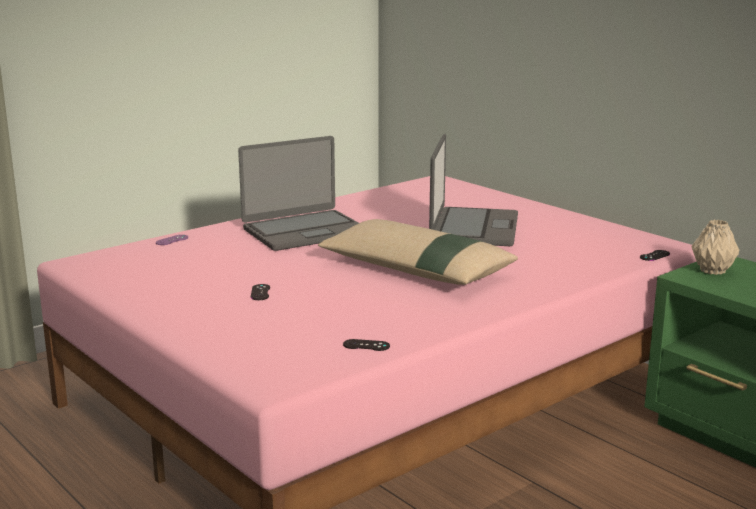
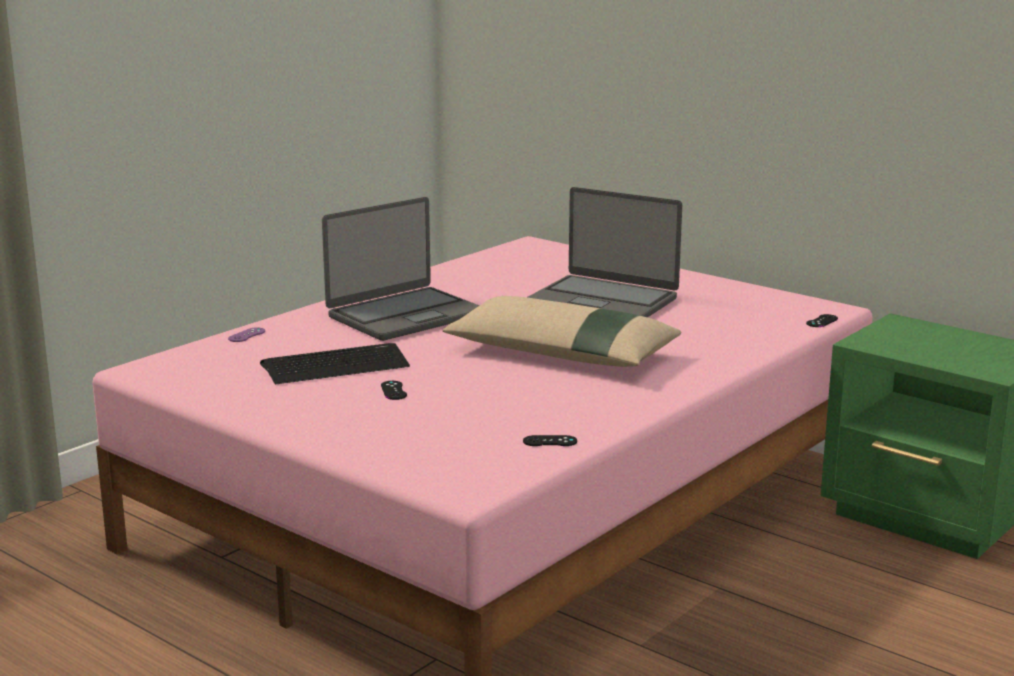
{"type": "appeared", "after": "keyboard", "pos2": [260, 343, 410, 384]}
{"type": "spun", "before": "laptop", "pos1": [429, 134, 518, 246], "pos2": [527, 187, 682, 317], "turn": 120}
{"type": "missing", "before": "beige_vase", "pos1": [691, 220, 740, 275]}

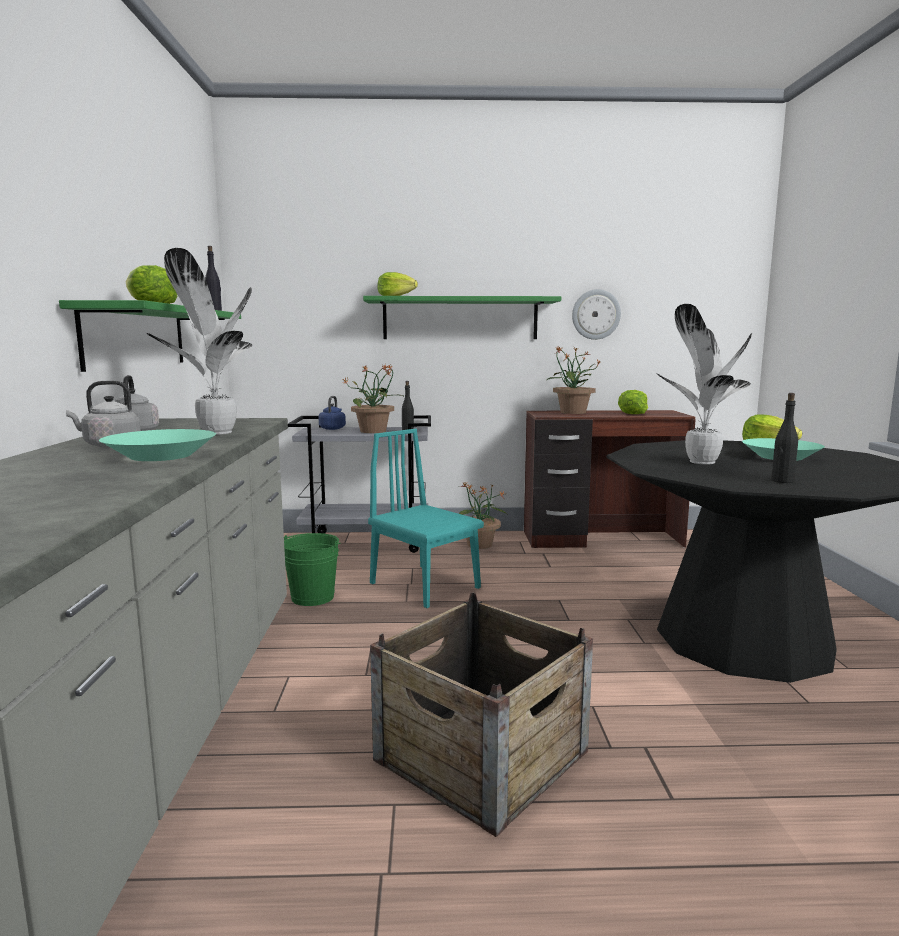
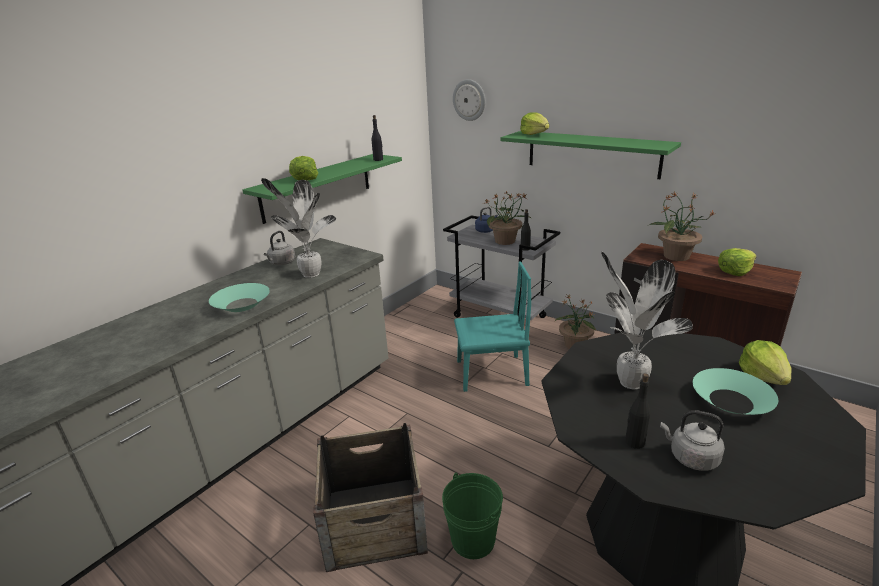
{"type": "relocated", "before": "green_bucket", "pos1": [284, 533, 341, 606], "pos2": [442, 473, 503, 559]}
{"type": "relocated", "before": "wall_clock", "pos1": [572, 289, 621, 340], "pos2": [453, 79, 485, 121]}
{"type": "spun", "before": "turquoise_chair", "pos1": [368, 429, 484, 608], "pos2": [454, 261, 531, 392], "turn": 90}
{"type": "relocated", "before": "grey_kettle", "pos1": [66, 381, 141, 448], "pos2": [660, 410, 725, 471]}

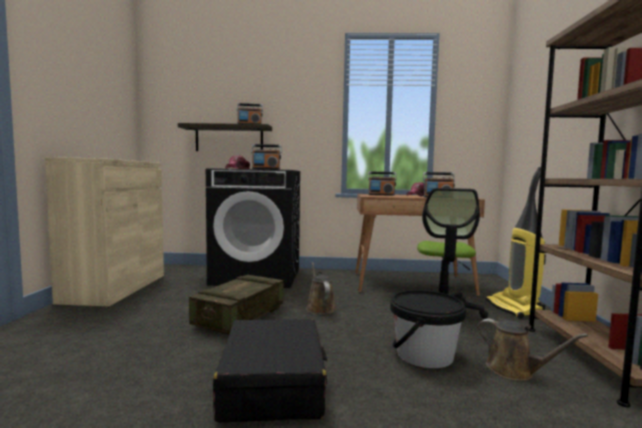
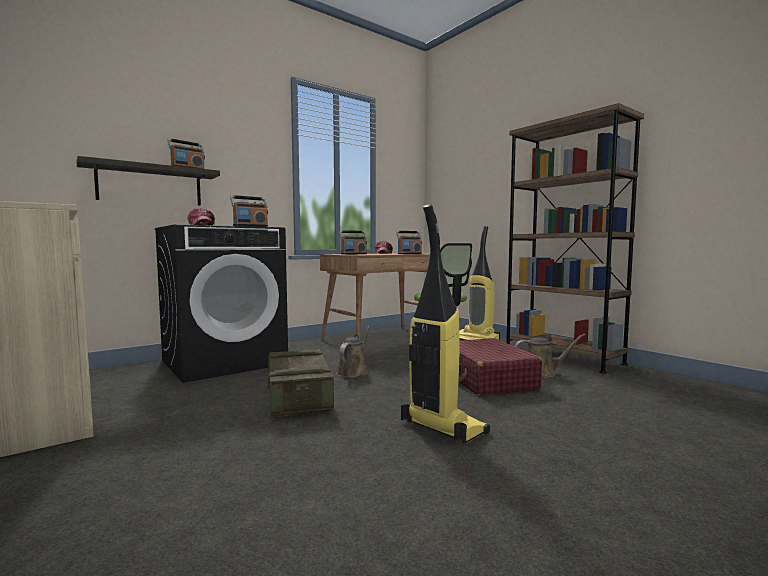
{"type": "spun", "before": "brown_watering_can", "pos1": [306, 262, 336, 315], "pos2": [336, 326, 370, 378], "turn": 75}
{"type": "exchanged", "before": "black_suitcase", "after": "vacuum_cleaner", "pos1": [213, 319, 327, 422], "pos2": [401, 204, 490, 444]}
{"type": "exchanged", "before": "black_bucket", "after": "red_suitcase", "pos1": [390, 290, 466, 368], "pos2": [458, 338, 542, 396]}

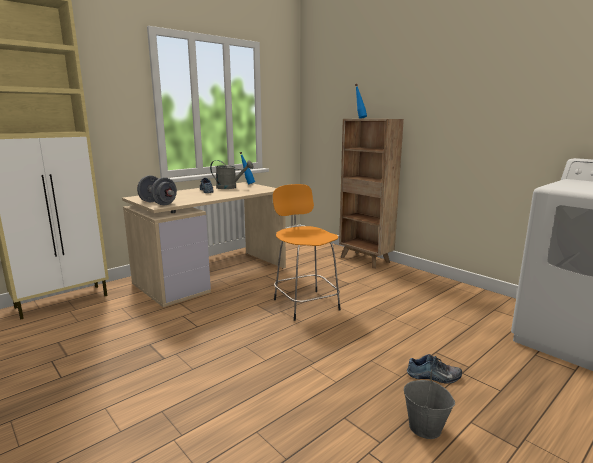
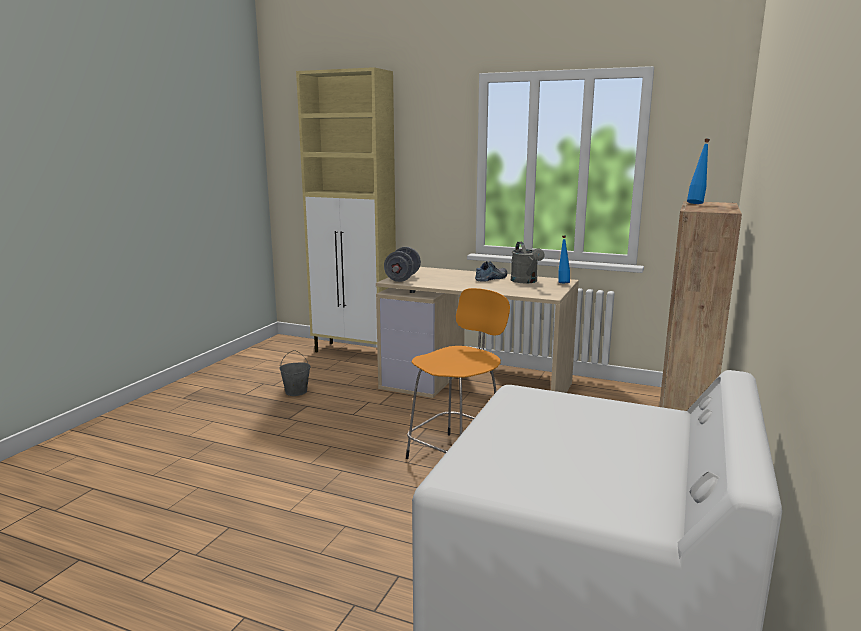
{"type": "relocated", "before": "grey_bucket", "pos1": [404, 370, 455, 439], "pos2": [280, 350, 310, 396]}
{"type": "missing", "before": "shoe", "pos1": [407, 354, 462, 383]}

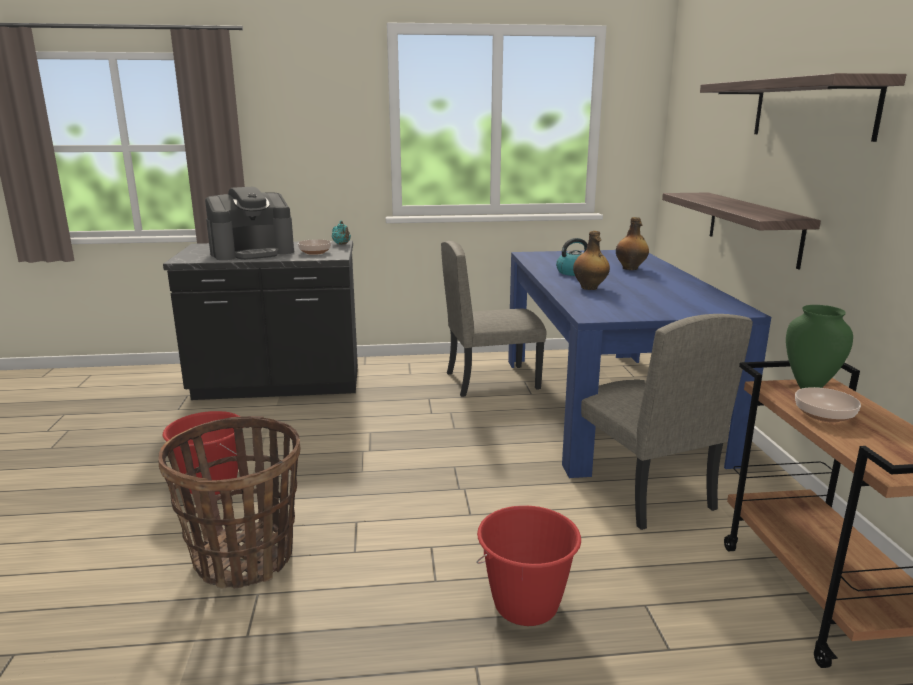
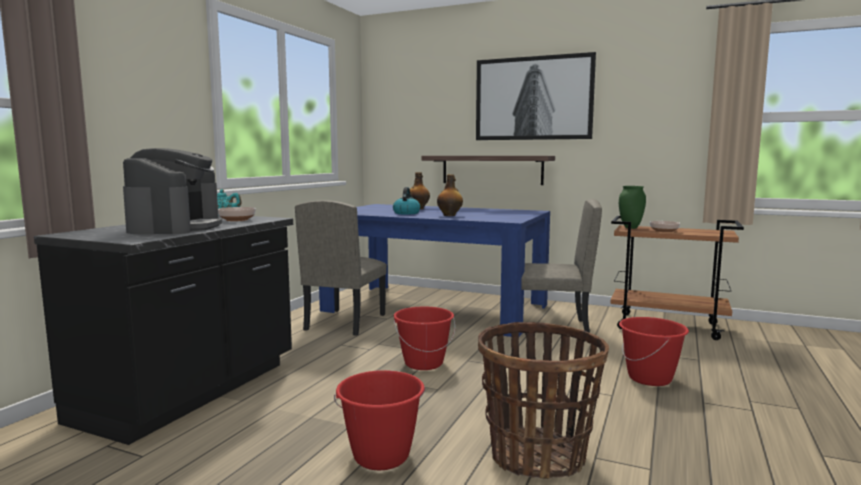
{"type": "appeared", "after": "red_bucket", "pos2": [394, 307, 455, 370]}
{"type": "exchanged", "before": "shelf", "after": "picture", "pos1": [700, 73, 906, 142], "pos2": [476, 52, 596, 140]}

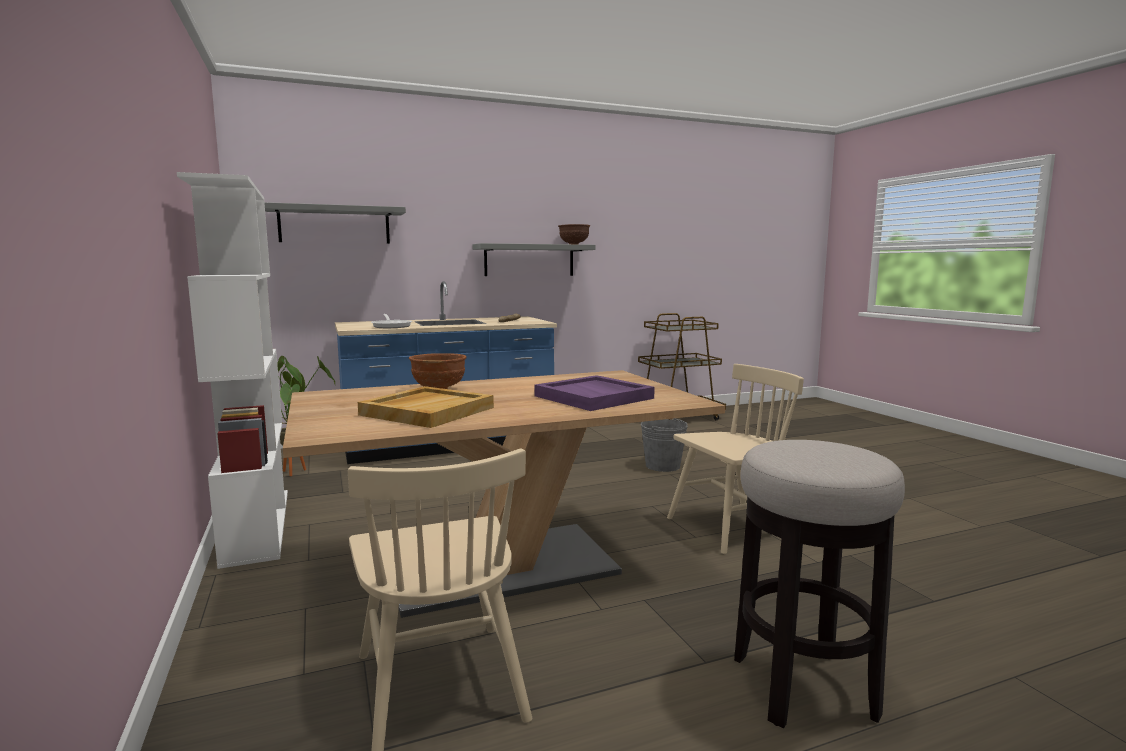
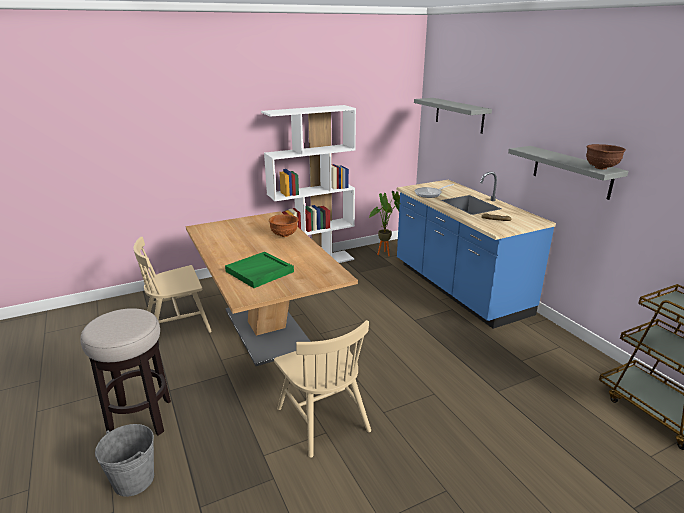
{"type": "relocated", "before": "grey_bucket", "pos1": [641, 418, 688, 472], "pos2": [95, 424, 154, 497]}
{"type": "colour", "before": "purple_tray", "after": "green_tray", "pos1": [534, 375, 655, 411], "pos2": [225, 252, 294, 288]}
{"type": "missing", "before": "beige_tray", "pos1": [358, 386, 494, 428]}

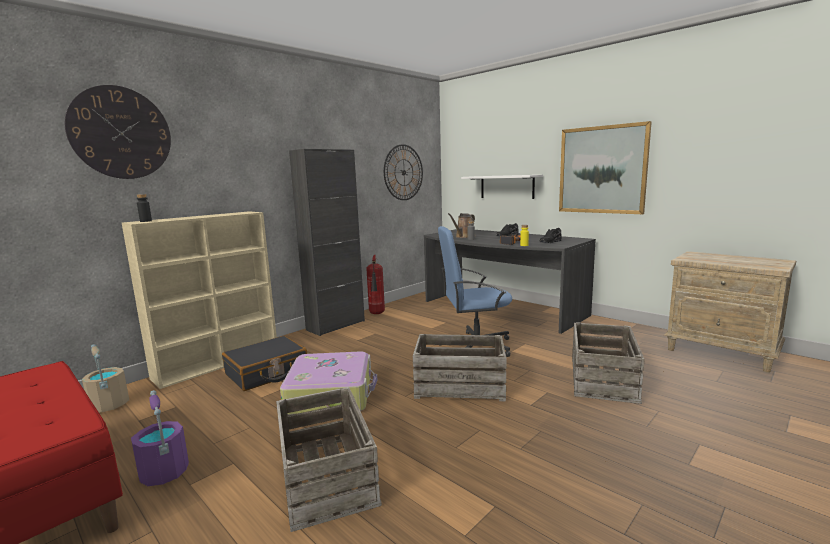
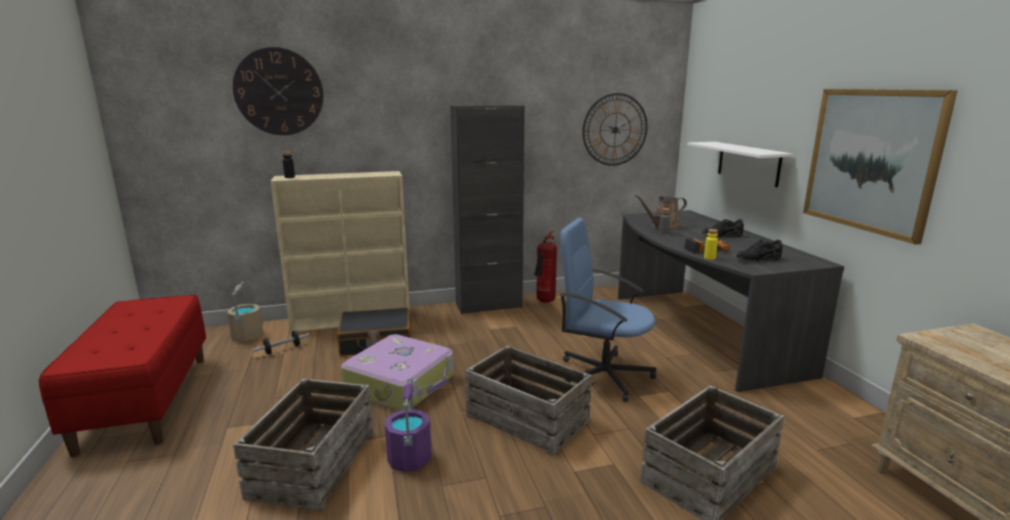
{"type": "appeared", "after": "dumbbell", "pos2": [253, 331, 309, 355]}
{"type": "relocated", "before": "purple_bucket", "pos1": [131, 390, 189, 486], "pos2": [385, 377, 432, 472]}

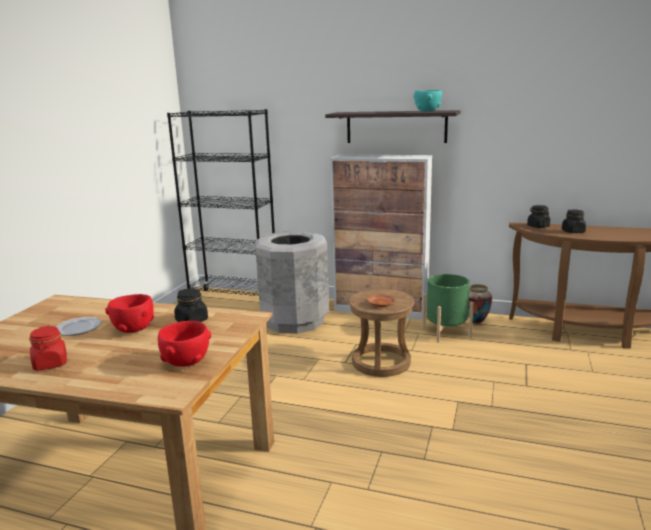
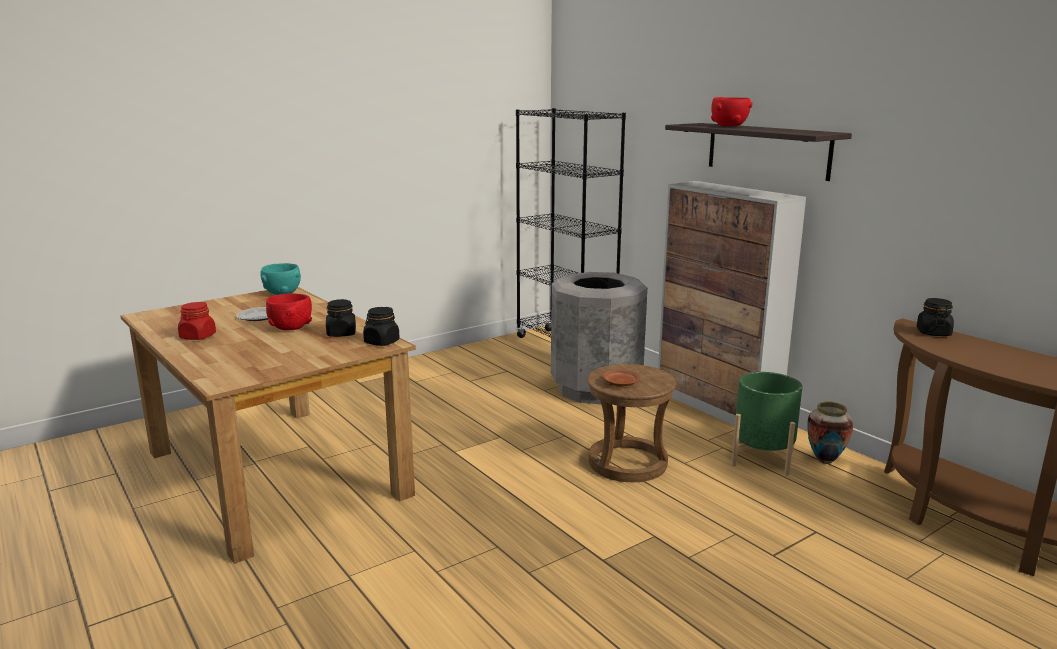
{"type": "relocated", "before": "turquoise_bowl", "pos1": [413, 90, 442, 112], "pos2": [260, 263, 301, 295]}
{"type": "relocated", "before": "black_jar", "pos1": [562, 210, 586, 233], "pos2": [363, 307, 400, 346]}
{"type": "relocated", "before": "red_bowl", "pos1": [158, 321, 211, 367], "pos2": [711, 97, 752, 126]}

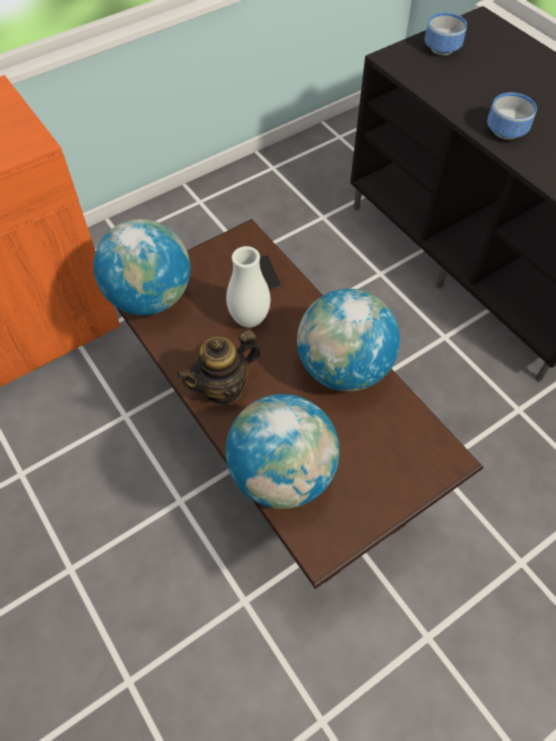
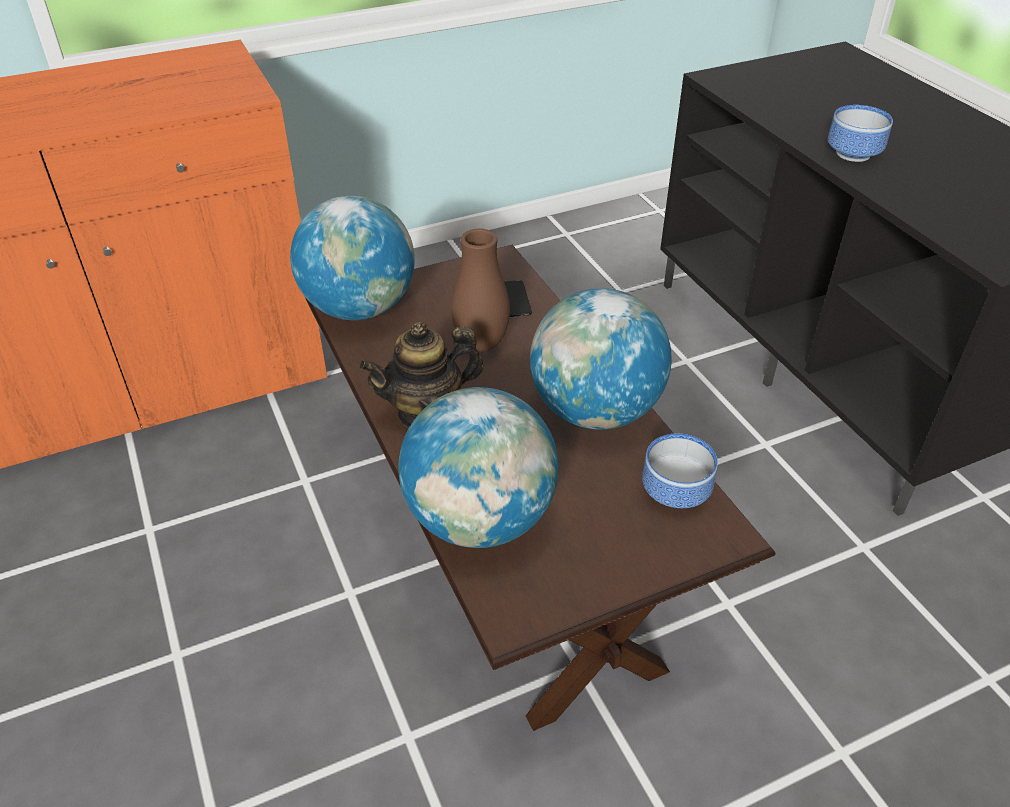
{"type": "colour", "before": "white_vase", "after": "brown_vase", "pos1": [226, 246, 270, 328], "pos2": [451, 229, 510, 352]}
{"type": "relocated", "before": "bowl", "pos1": [425, 12, 467, 55], "pos2": [642, 434, 718, 508]}

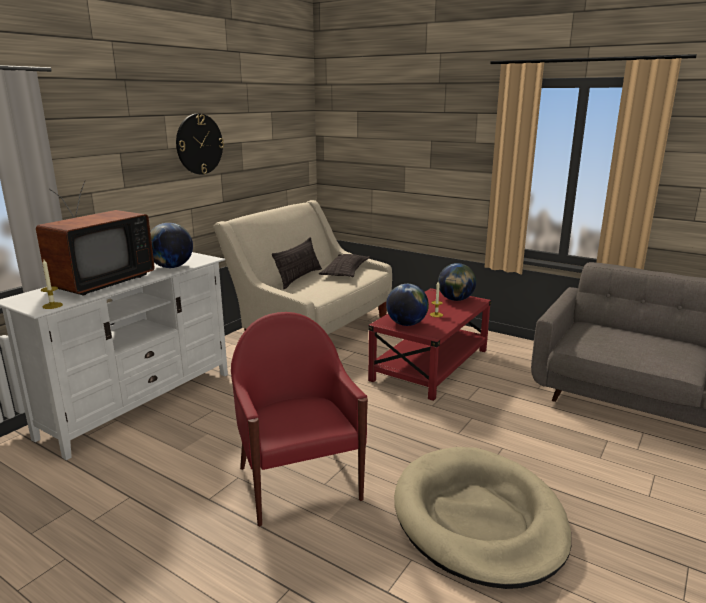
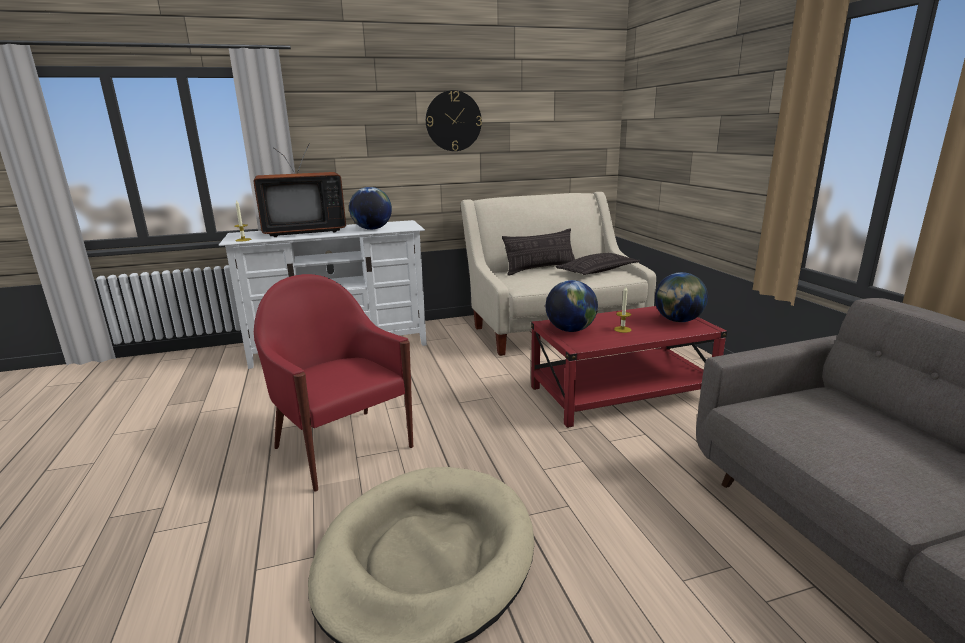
{"type": "spun", "before": "red_armchair", "pos1": [231, 312, 368, 526], "pos2": [254, 274, 413, 492], "turn": -60}

